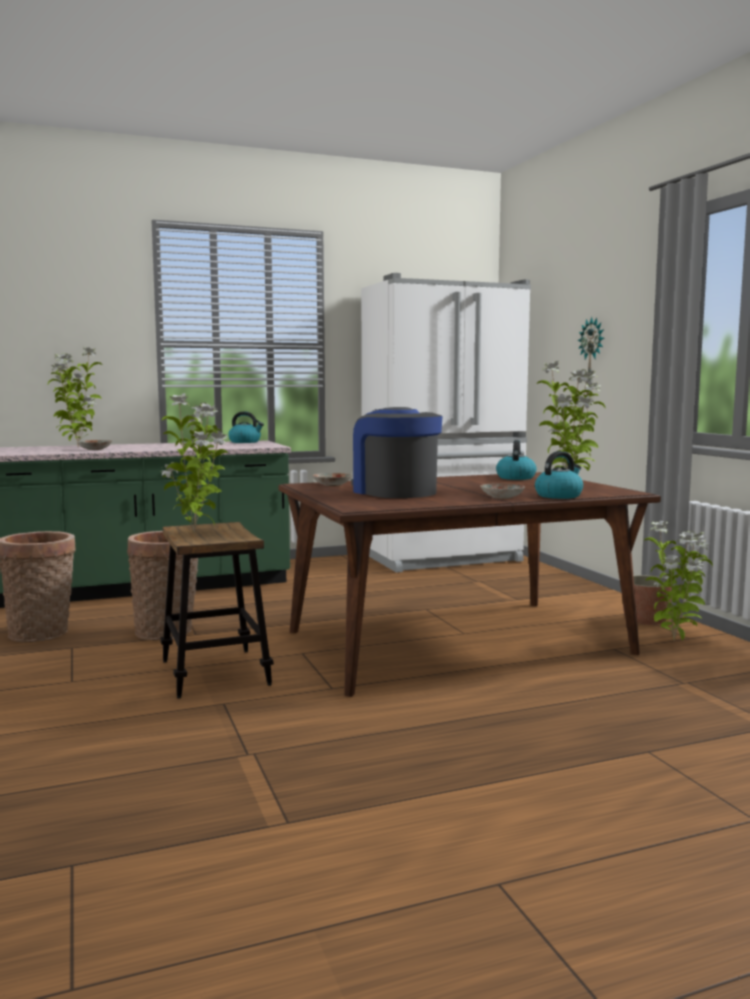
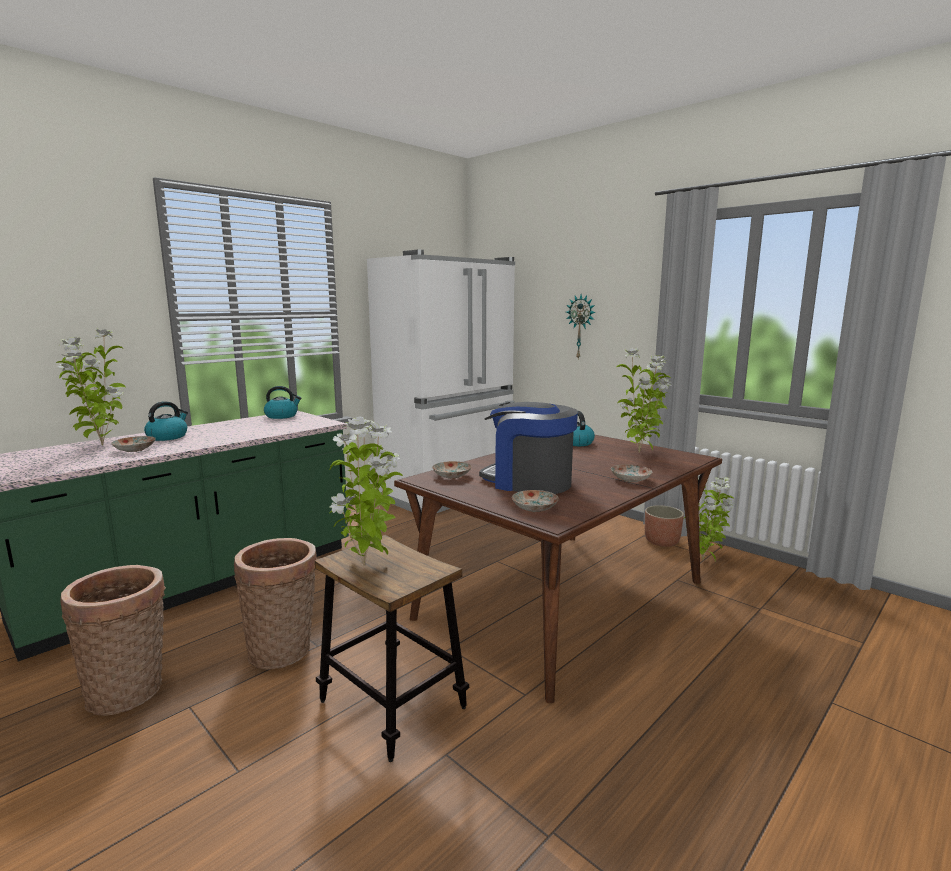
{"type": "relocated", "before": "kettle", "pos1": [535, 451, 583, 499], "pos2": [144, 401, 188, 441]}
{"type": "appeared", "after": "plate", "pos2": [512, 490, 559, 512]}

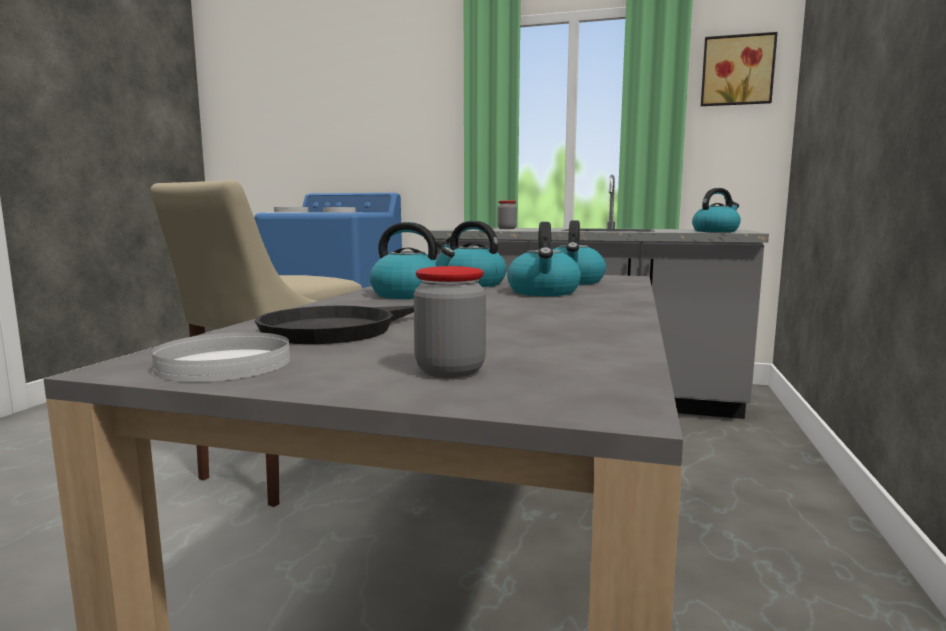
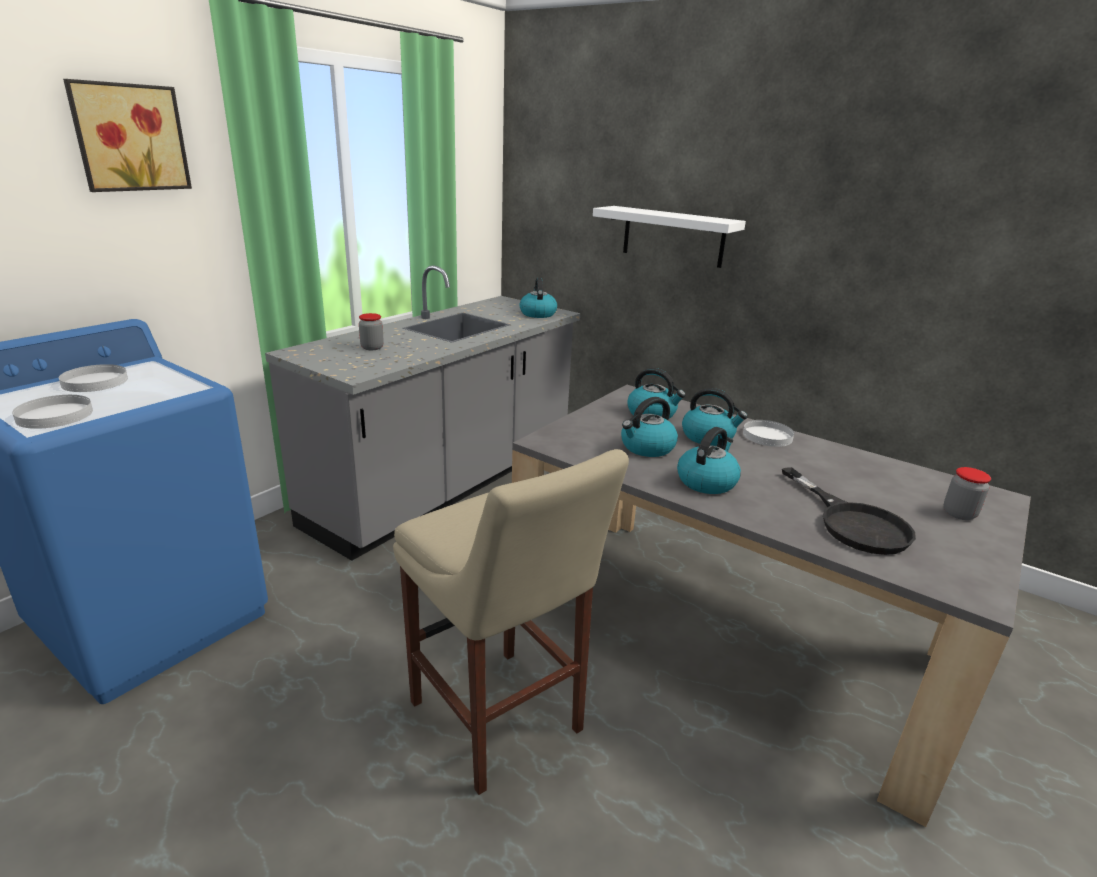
{"type": "relocated", "before": "picture", "pos1": [701, 32, 778, 106], "pos2": [63, 79, 192, 192]}
{"type": "appeared", "after": "white_shelf", "pos2": [593, 206, 746, 268]}
{"type": "relocated", "before": "white_plate", "pos1": [152, 332, 290, 382], "pos2": [743, 420, 794, 447]}

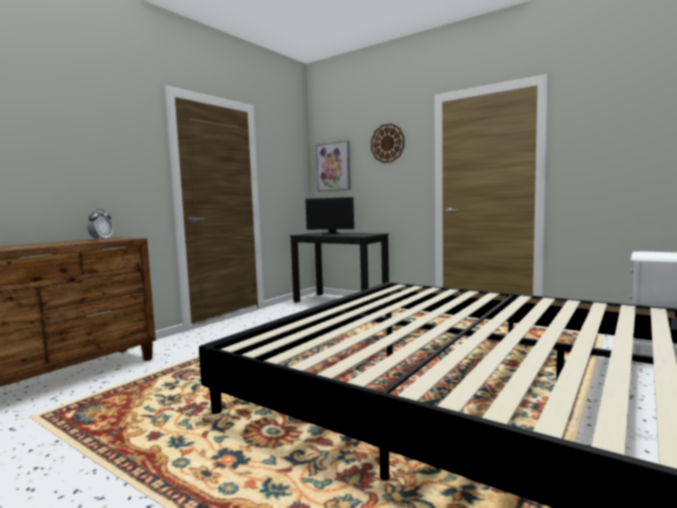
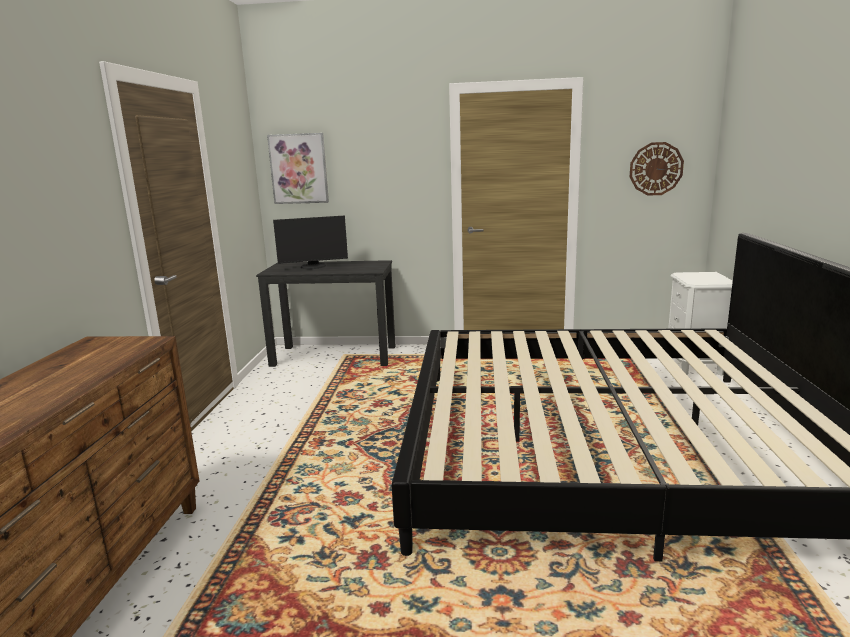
{"type": "relocated", "before": "wall_clock", "pos1": [371, 124, 404, 163], "pos2": [630, 142, 684, 196]}
{"type": "missing", "before": "alarm_clock", "pos1": [87, 209, 113, 241]}

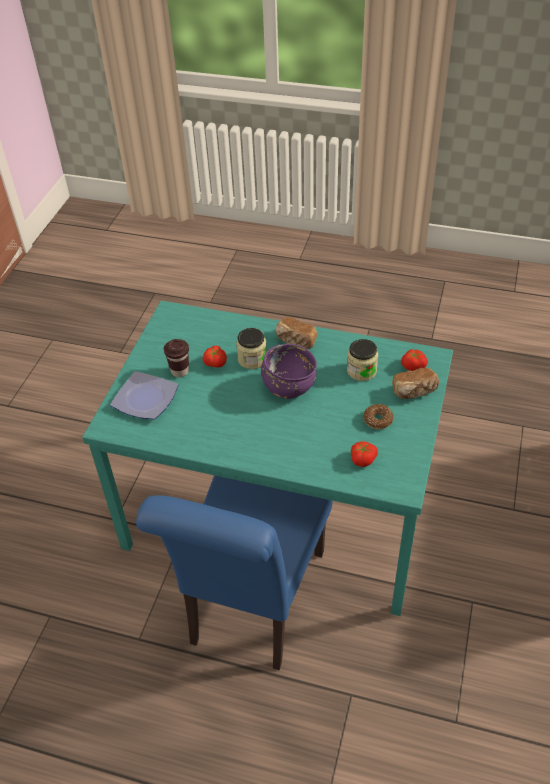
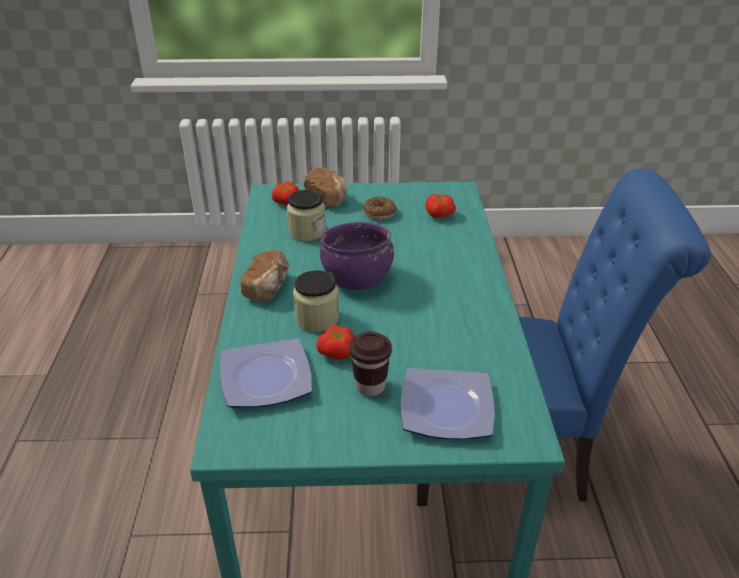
{"type": "appeared", "after": "plate", "pos2": [220, 338, 312, 408]}

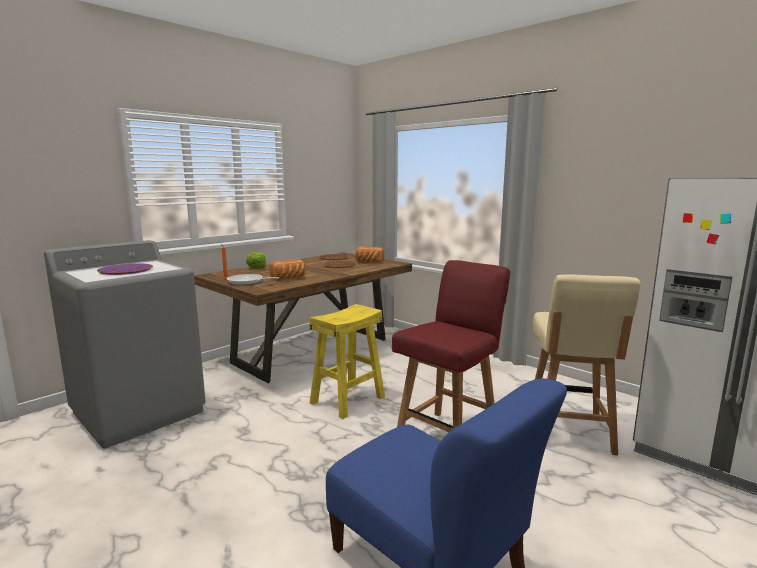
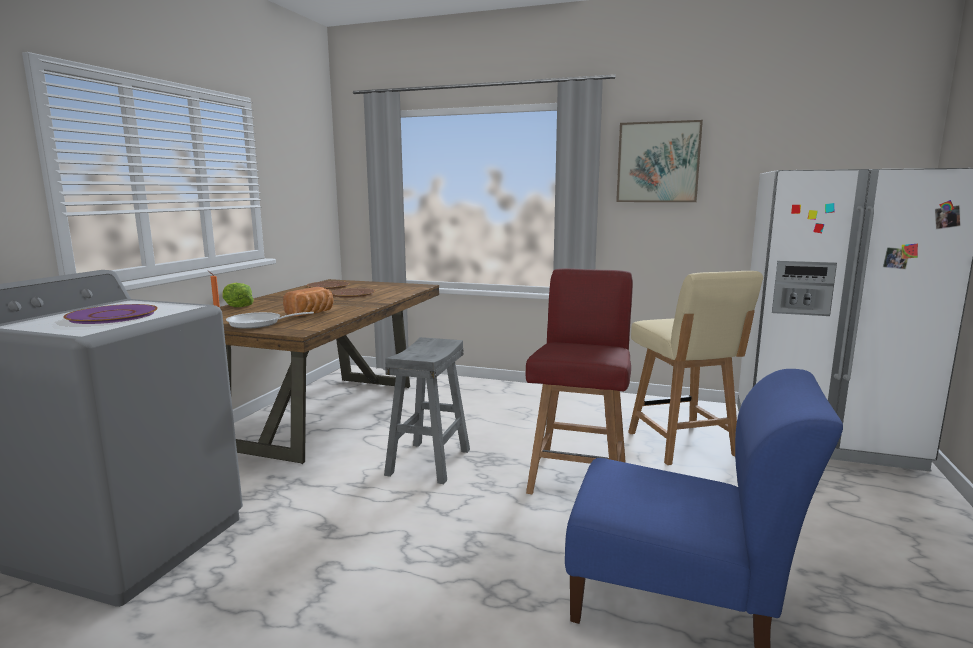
{"type": "colour", "before": "yellow_stool", "after": "grey_stool", "pos1": [309, 304, 385, 419], "pos2": [384, 337, 470, 484]}
{"type": "appeared", "after": "picture", "pos2": [616, 120, 703, 202]}
{"type": "missing", "before": "bread", "pos1": [355, 246, 385, 262]}

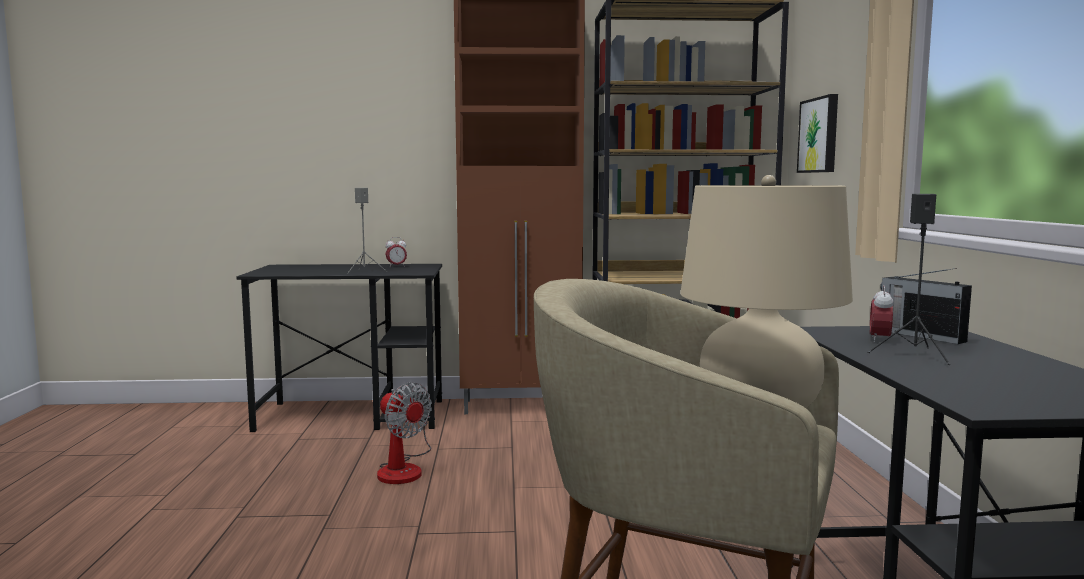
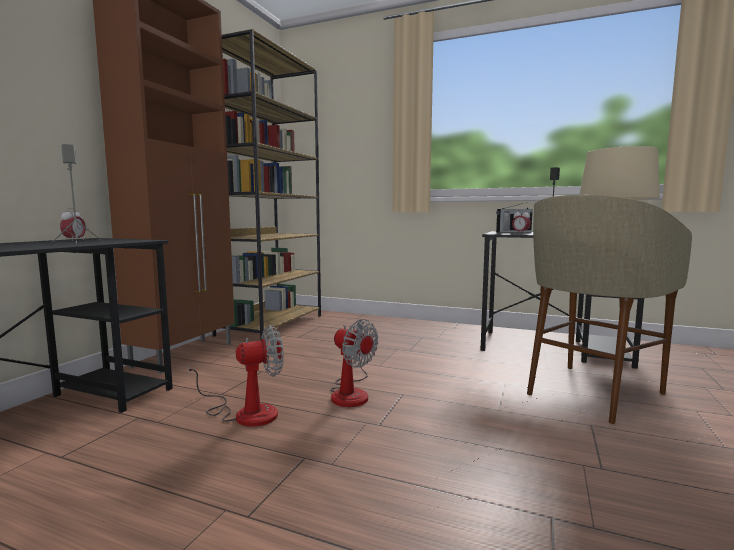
{"type": "appeared", "after": "fan", "pos2": [330, 319, 378, 407]}
{"type": "missing", "before": "picture", "pos1": [797, 94, 838, 173]}

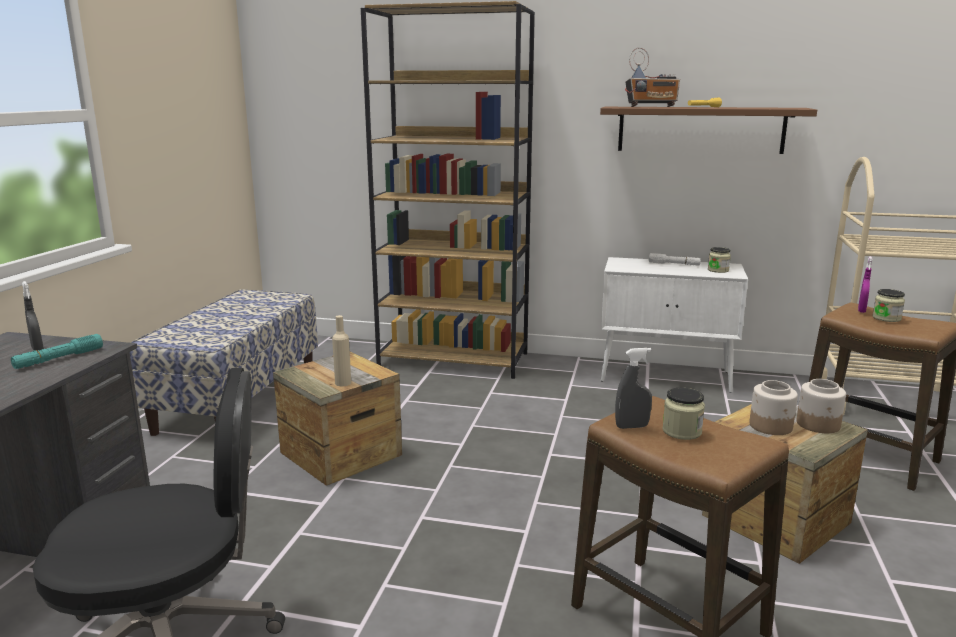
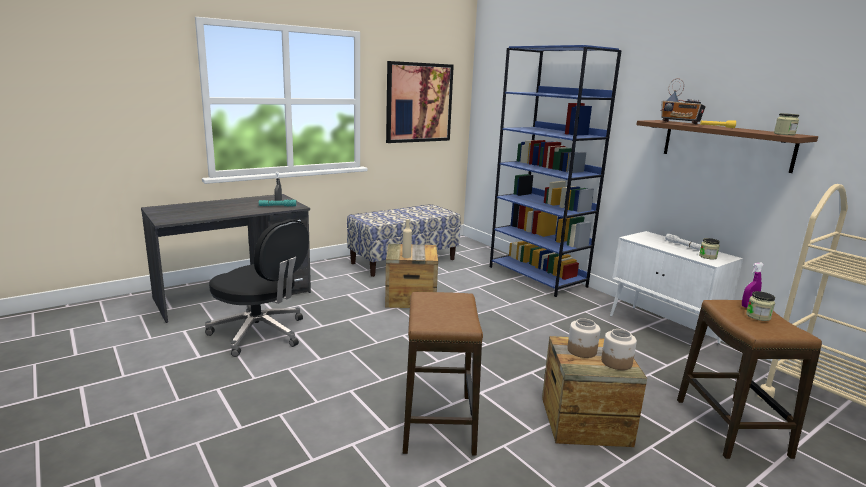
{"type": "appeared", "after": "picture", "pos2": [386, 61, 454, 143]}
{"type": "colour", "before": "brown_bookcase", "after": "blue_bookcase", "pos1": [361, 1, 535, 379], "pos2": [490, 45, 622, 297]}
{"type": "relocated", "before": "jar", "pos1": [662, 388, 705, 440], "pos2": [774, 113, 799, 135]}
{"type": "missing", "before": "grey_spray_bottle", "pos1": [615, 348, 652, 429]}

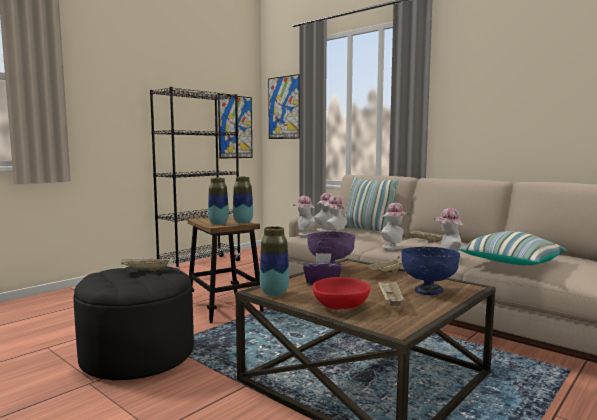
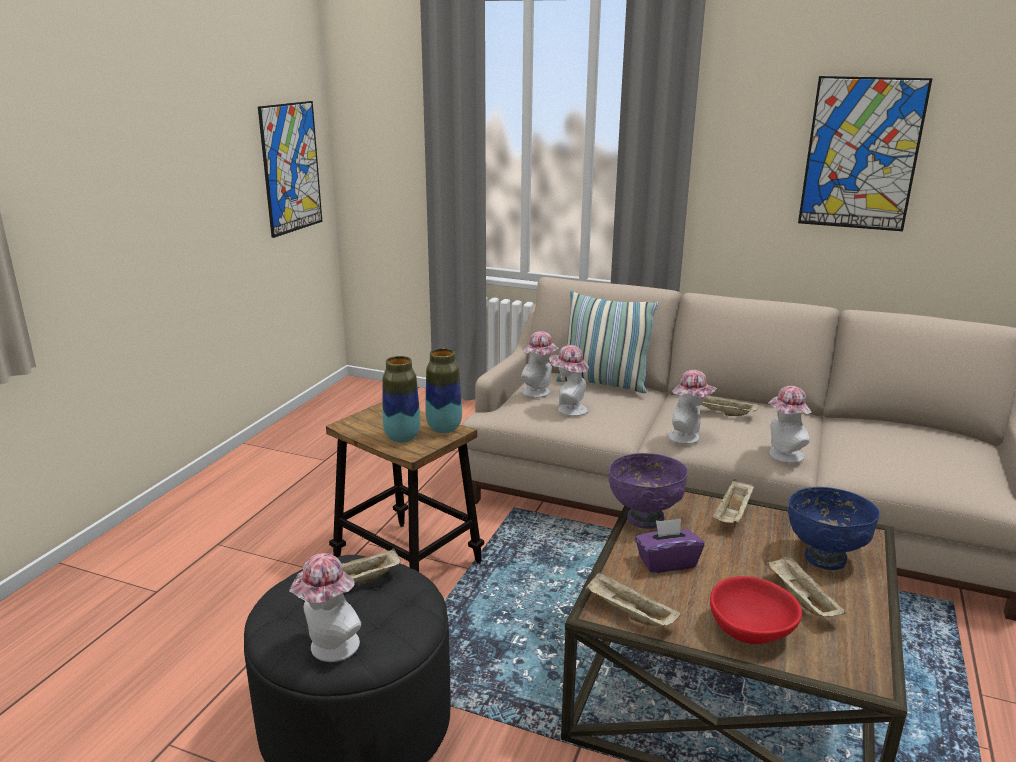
{"type": "relocated", "before": "hat", "pos1": [293, 196, 316, 236], "pos2": [289, 553, 361, 662]}
{"type": "exchanged", "before": "vase", "after": "beige_tray", "pos1": [260, 226, 289, 296], "pos2": [585, 572, 681, 626]}
{"type": "relocated", "before": "picture", "pos1": [268, 74, 299, 139], "pos2": [798, 76, 933, 231]}
{"type": "missing", "before": "black_bookcase", "pos1": [150, 87, 241, 269]}
{"type": "missing", "before": "pillow", "pos1": [458, 231, 567, 265]}

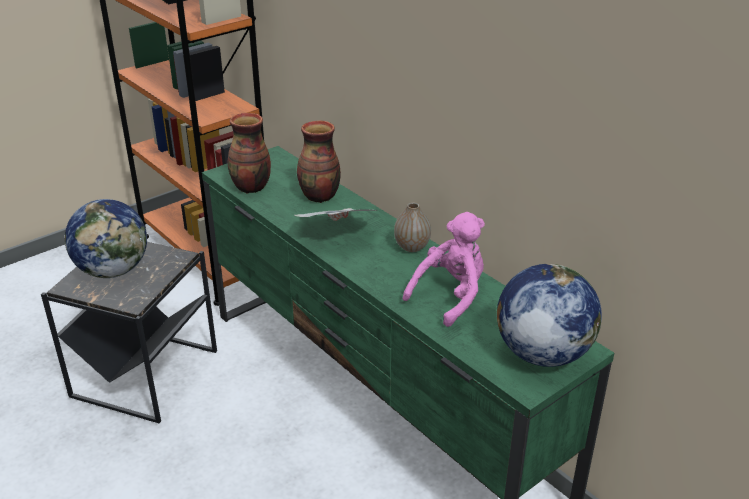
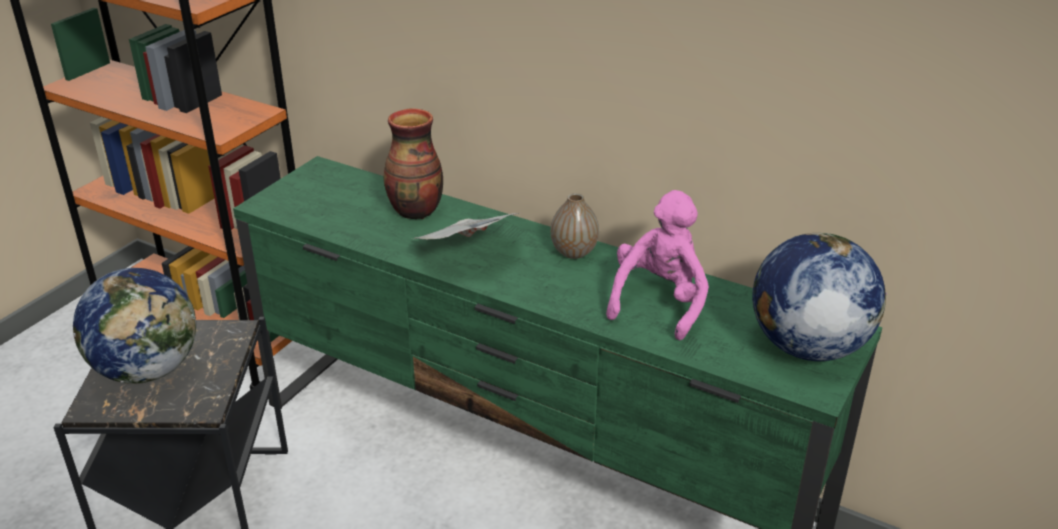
{"type": "missing", "before": "vase", "pos1": [228, 113, 271, 194]}

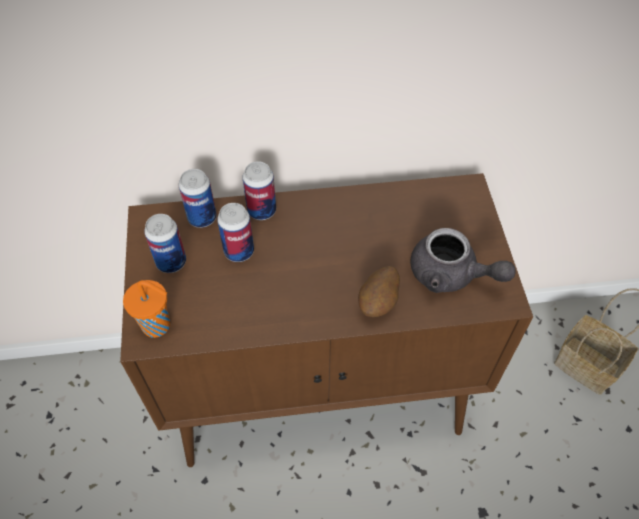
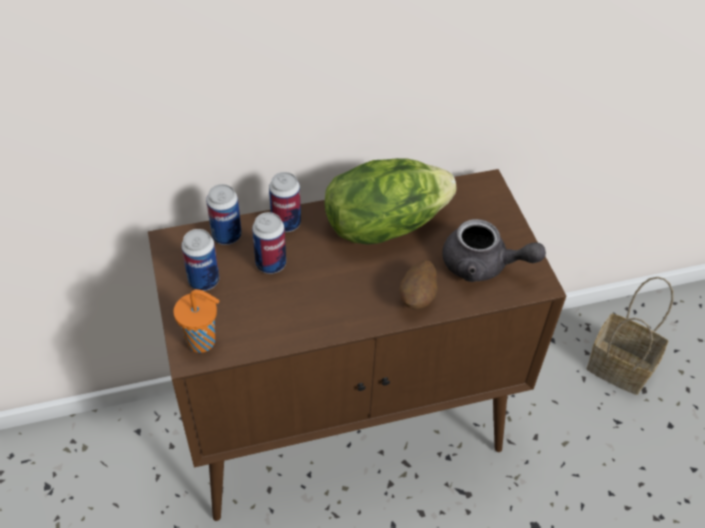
{"type": "appeared", "after": "lettuce", "pos2": [324, 158, 456, 245]}

